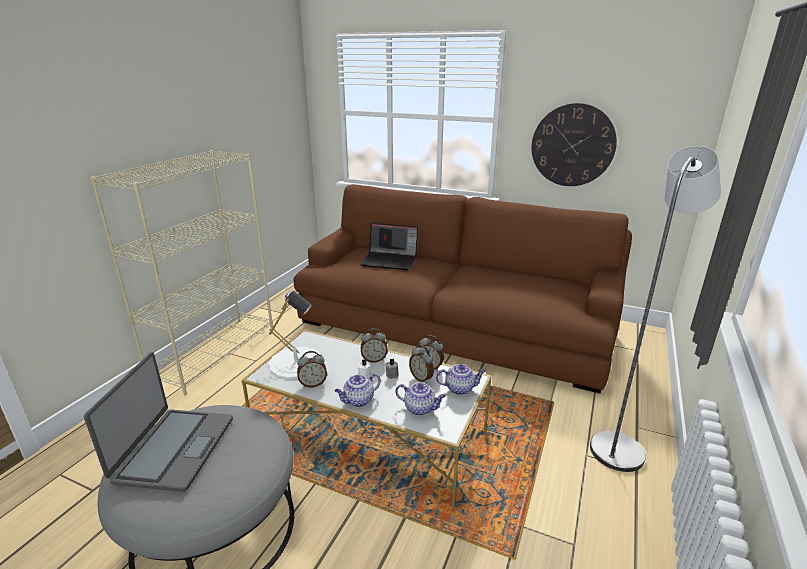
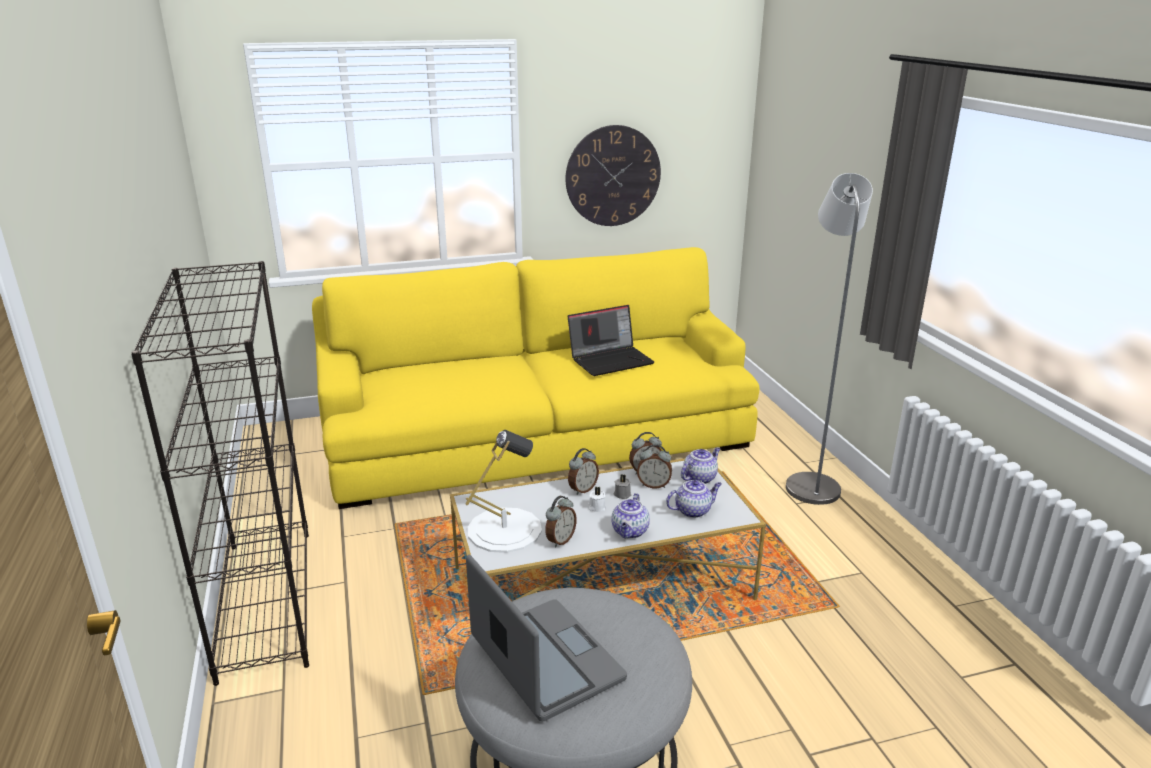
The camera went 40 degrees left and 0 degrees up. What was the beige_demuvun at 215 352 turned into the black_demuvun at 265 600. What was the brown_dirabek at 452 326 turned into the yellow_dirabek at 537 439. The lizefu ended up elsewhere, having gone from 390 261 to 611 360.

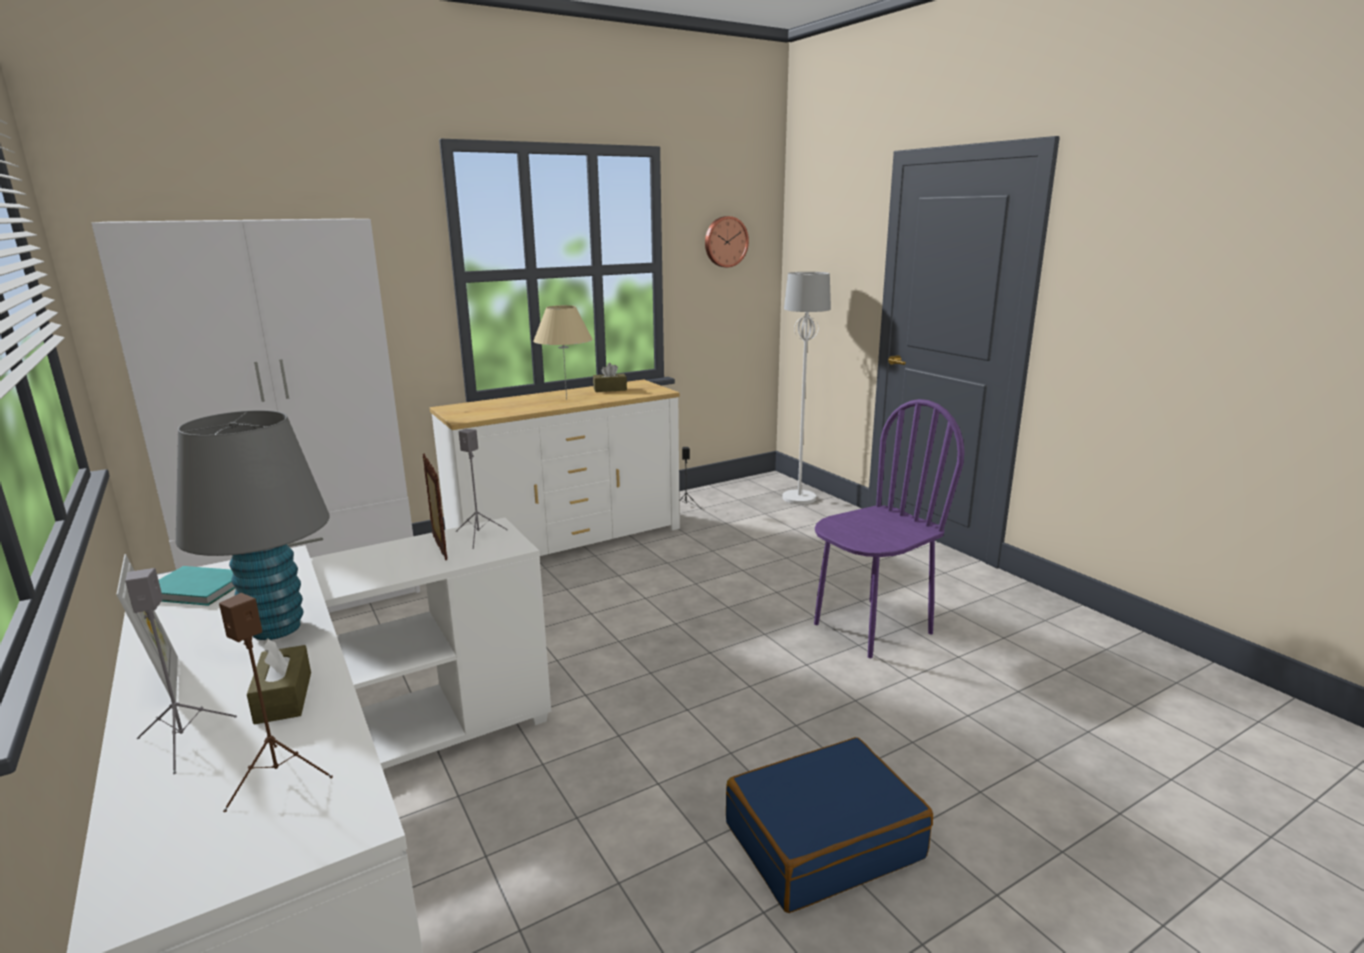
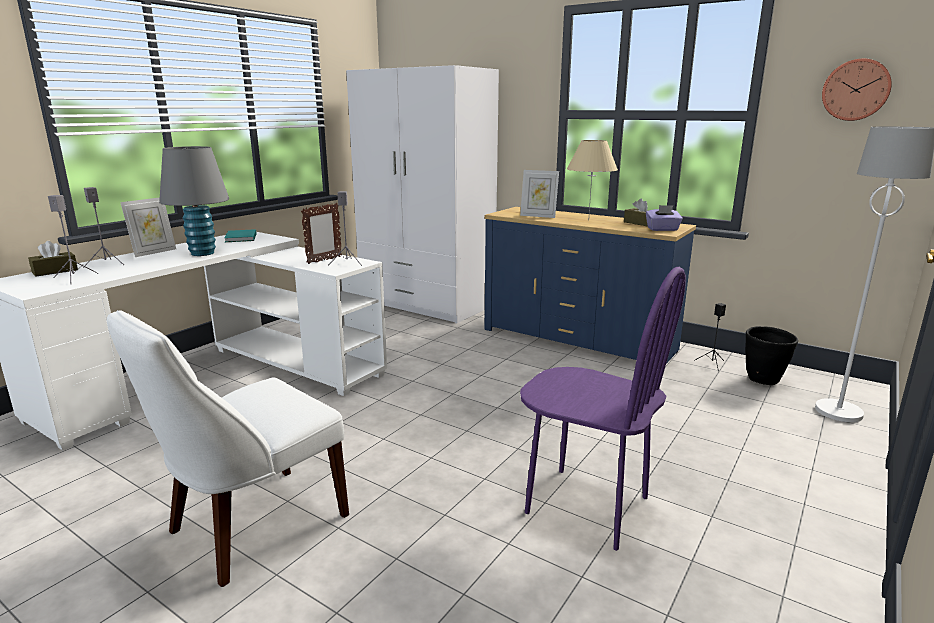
The camera went 65 degrees right and 0 degrees up. What was the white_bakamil at 567 540 turned into the blue_bakamil at 577 340. What was the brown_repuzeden at 277 776 turned into the grey_repuzeden at 75 278. The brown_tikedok ended up elsewhere, having gone from 283 697 to 55 271. Where the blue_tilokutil stood at 823 840, the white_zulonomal came to stand at 251 526. The second view gained the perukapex at 538 216. The second view gained the purple_tikedok at 662 229. The second view gained the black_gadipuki at 764 380.

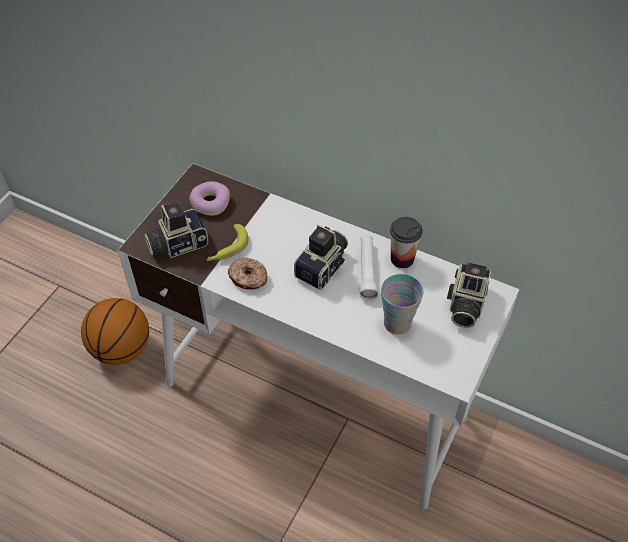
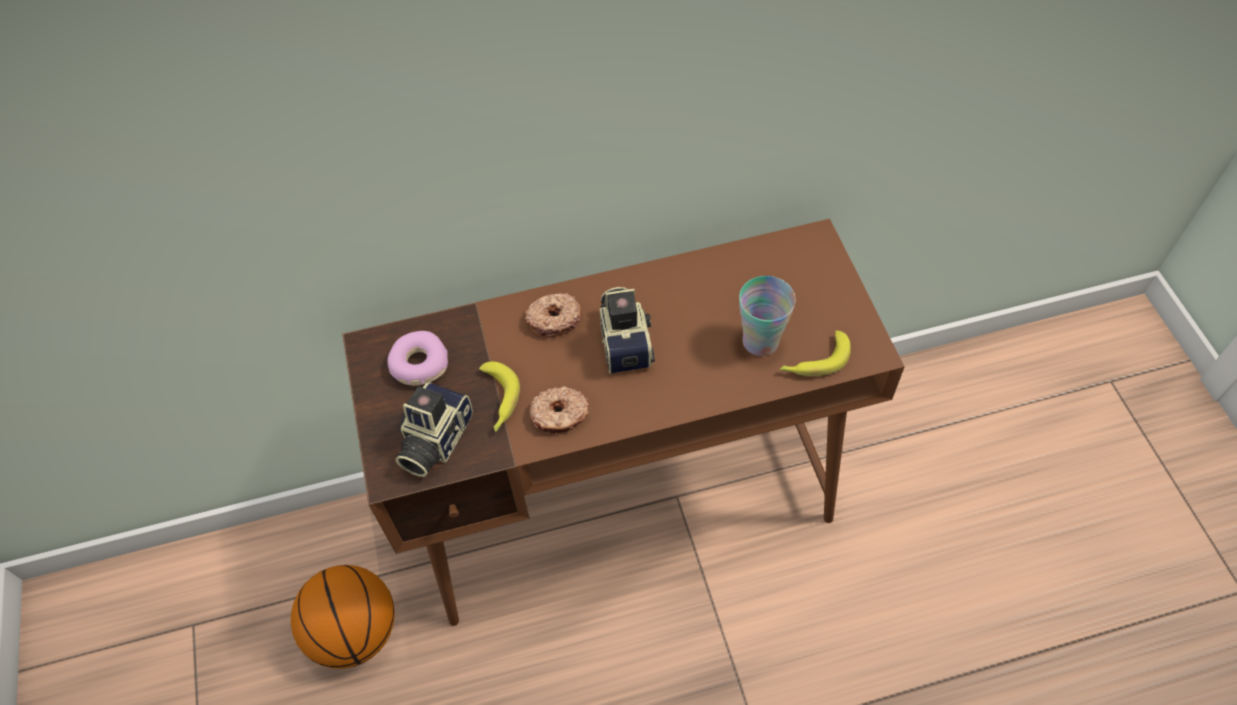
The camera went 40 degrees left and 5 degrees up. What was the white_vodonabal at 316 401 turned into the brown_vodonabal at 628 506. The second view lost the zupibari at 402 259. The second view lost the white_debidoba at 367 271. The second view lost the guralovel at 464 304. The second view gained the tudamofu at 554 319. The second view gained the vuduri at 814 361.

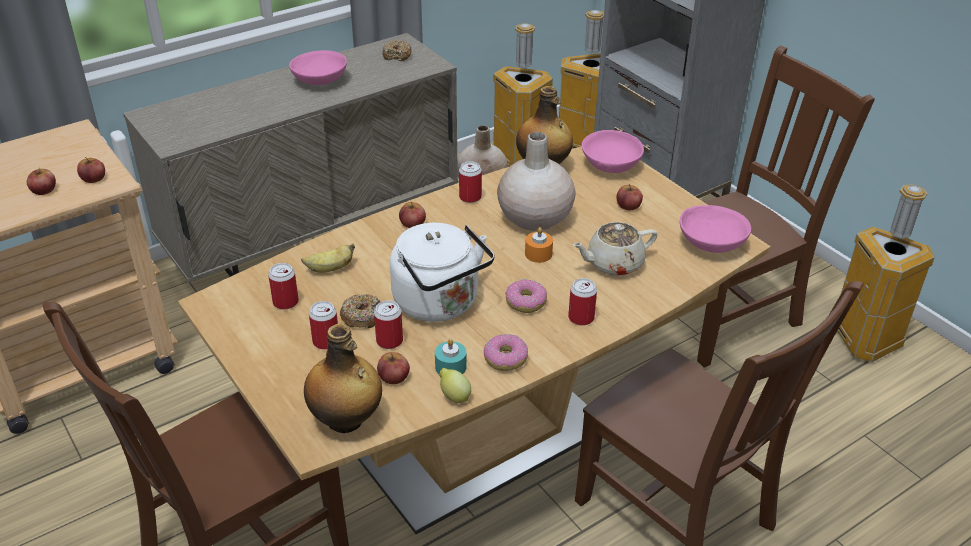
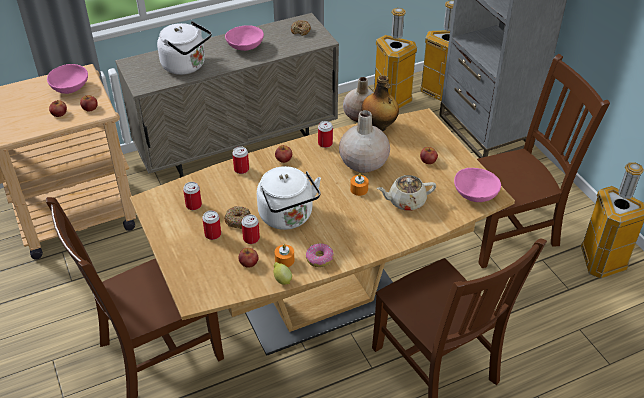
The camera went 10 degrees right and 5 degrees up. The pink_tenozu ended up elsewhere, having gone from 611 165 to 70 88. The second view lost the vuduri at 330 269. The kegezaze ended up elsewhere, having gone from 581 318 to 241 169. The second view lost the tudamofu at 525 302. The second view lost the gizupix at 346 421. What was the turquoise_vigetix at 450 367 turned into the orange_vigetix at 284 260. The second view gained the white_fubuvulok at 186 66.

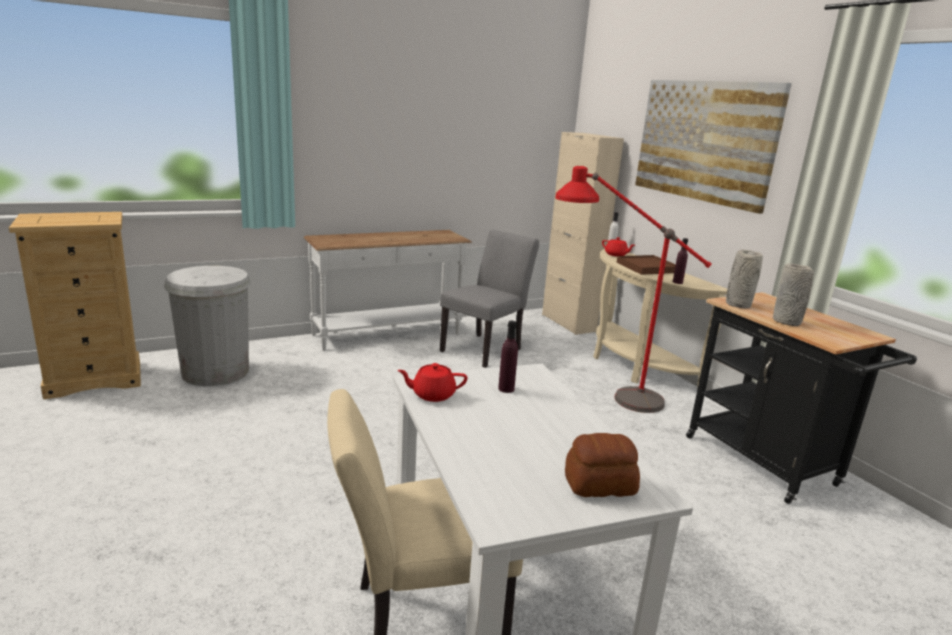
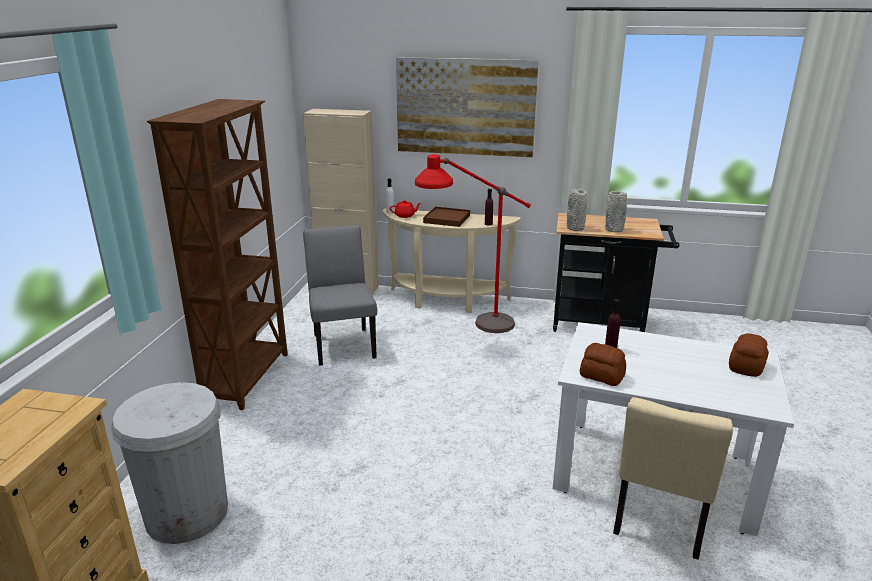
The camera went 50 degrees left and 5 degrees up. Where the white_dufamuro stood at 388 335, the brown_demuvun came to stand at 248 378. Where the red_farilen stood at 432 395, the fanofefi came to stand at 602 376.

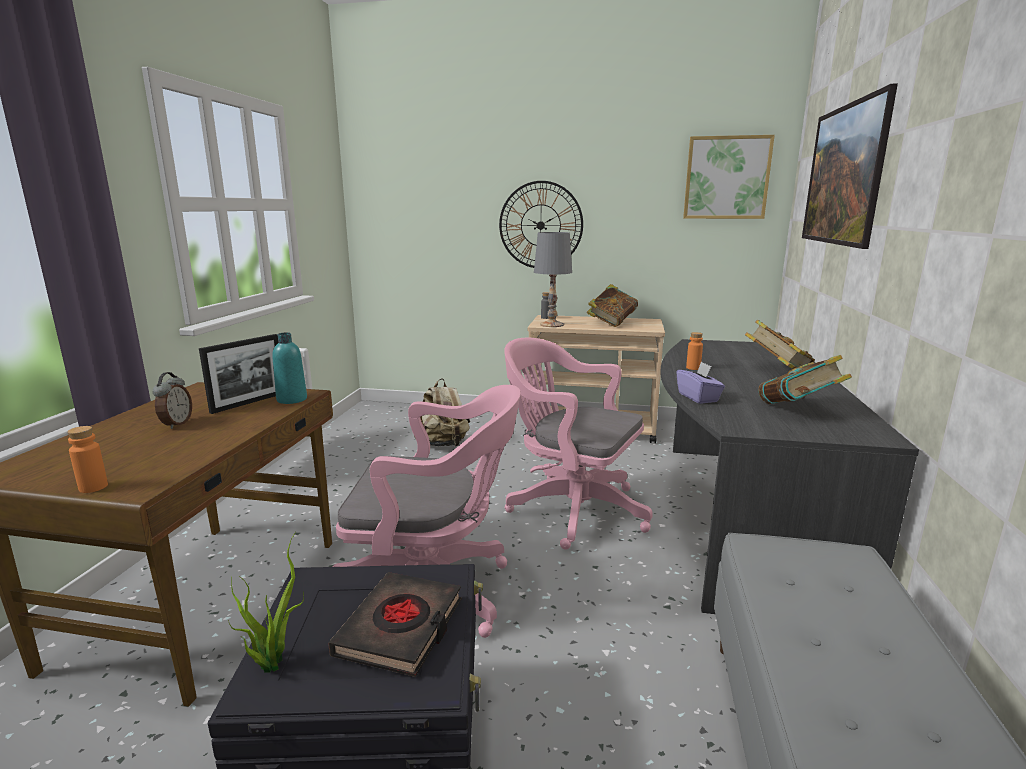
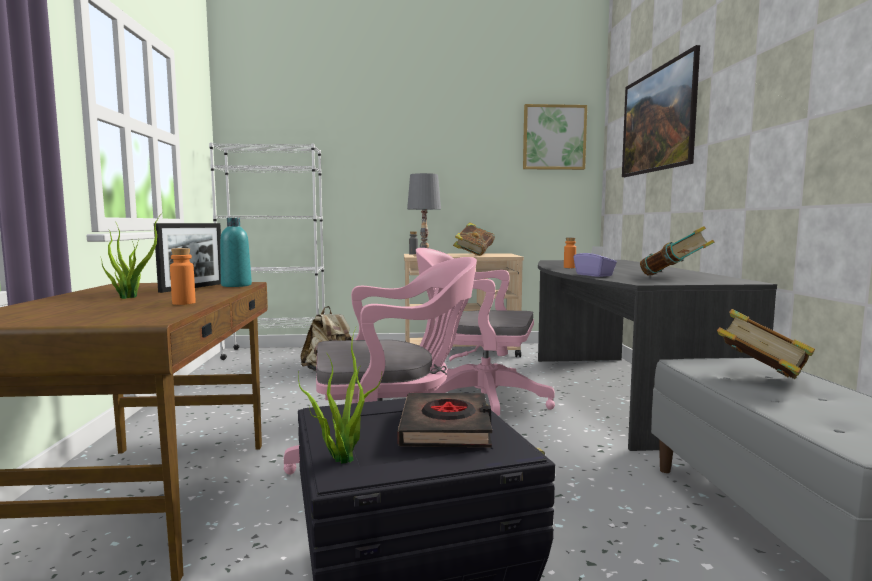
The camera went 15 degrees left and 10 degrees down. The second view lost the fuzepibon at 540 225. The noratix ended up elsewhere, having gone from 776 370 to 760 378. Where the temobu stood at 176 424, the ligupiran came to stand at 131 297. The orange_gizupix ended up elsewhere, having gone from 93 487 to 184 303. The second view gained the white_demuvun at 276 353.

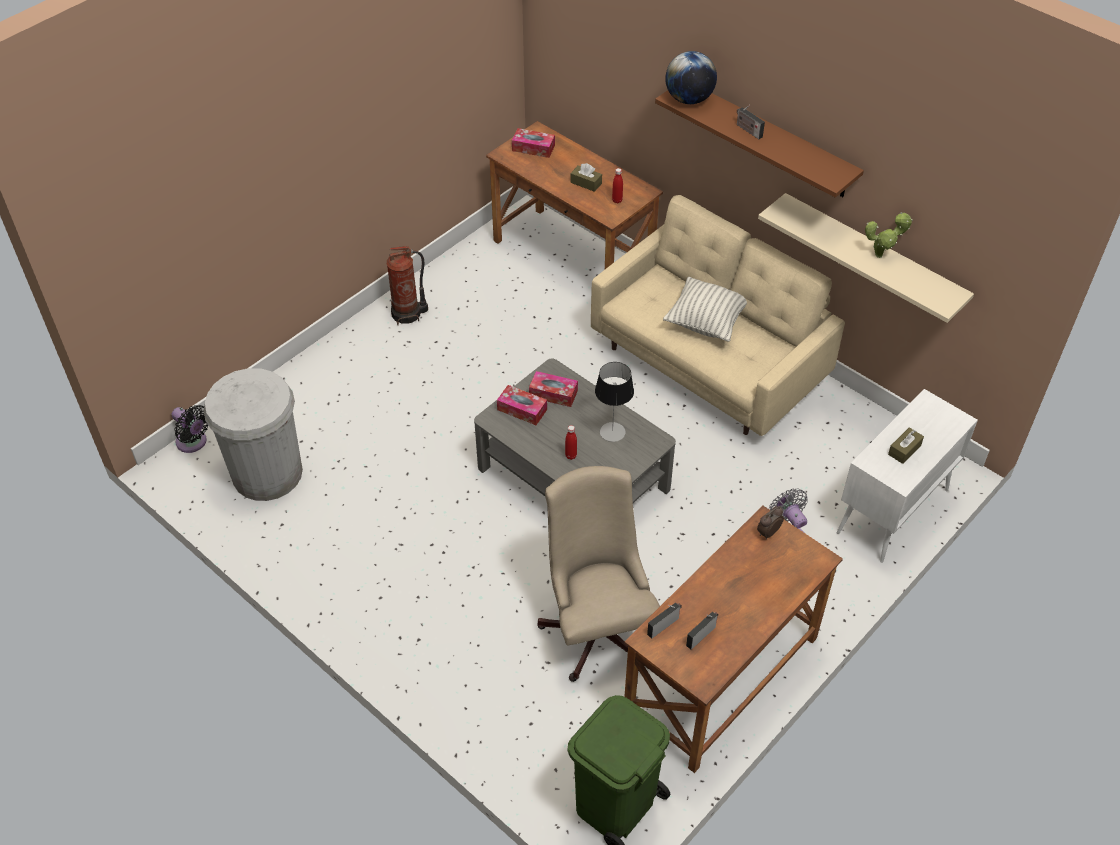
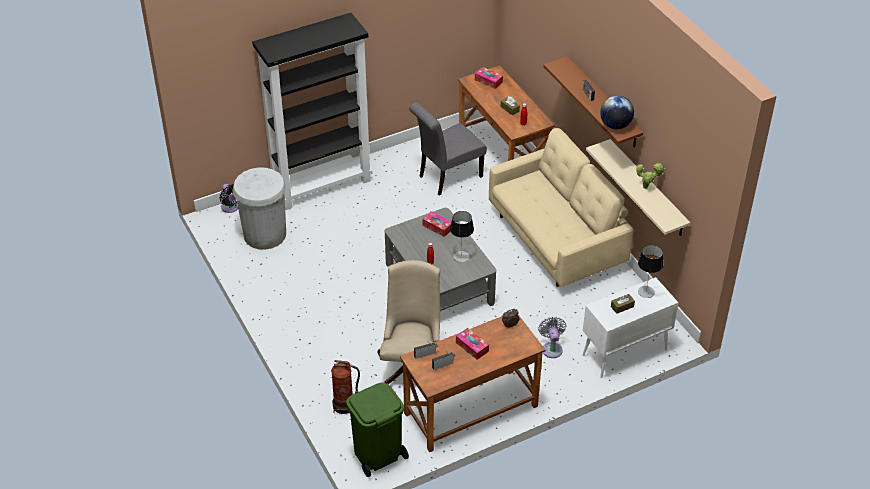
The camera went 20 degrees right and 5 degrees down. The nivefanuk ended up elsewhere, having gone from 689 99 to 615 125. The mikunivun ended up elsewhere, having gone from 408 314 to 345 406. The second view lost the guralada at 706 322. The tikedok ended up elsewhere, having gone from 522 410 to 472 347. The second view gained the black_demuvun at 322 185. The second view gained the grey_zulonomal at 447 177. The second view gained the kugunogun at 646 291.

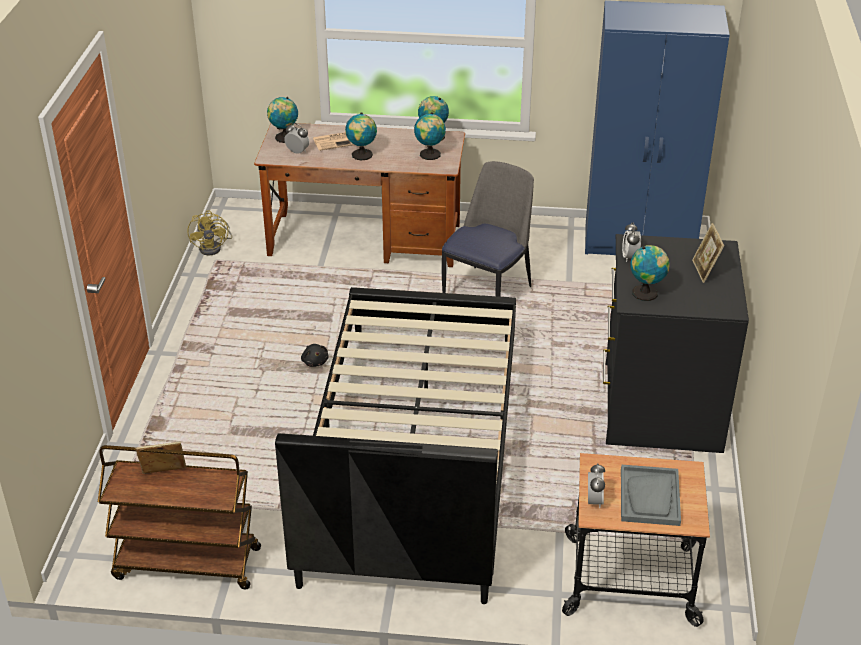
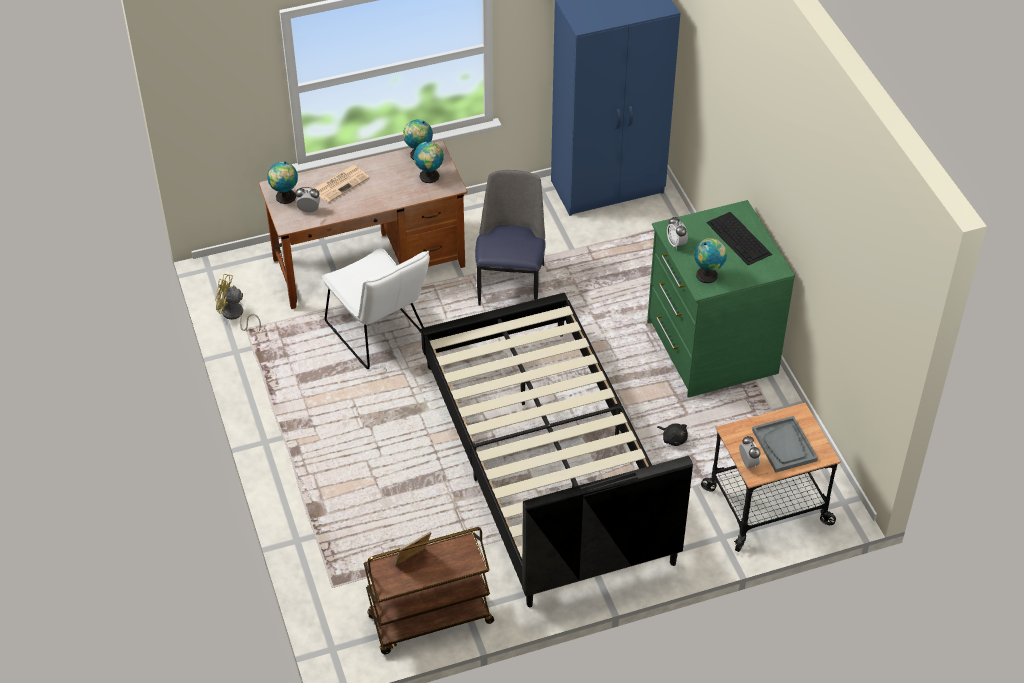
The camera went 25 degrees left and 10 degrees up. The second view lost the nivefanuk at 362 155. The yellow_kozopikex at 214 247 ended up facing another way, 135 degrees clockwise from before. Where the perukapex stood at 705 271, the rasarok came to stand at 739 238. What was the black_bakamil at 659 406 turned into the green_bakamil at 709 348. The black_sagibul ended up elsewhere, having gone from 315 361 to 673 439. The second view gained the white_zulonomal at 380 335.

